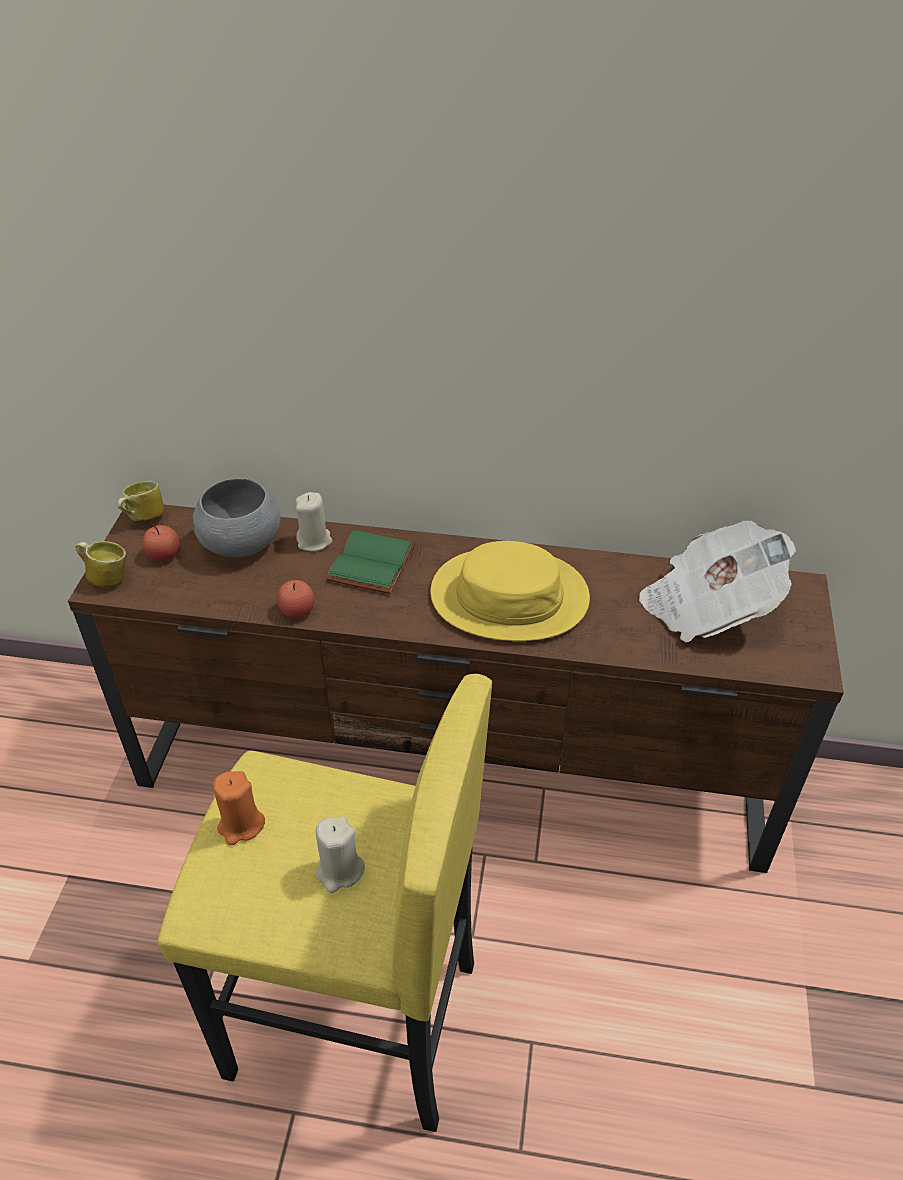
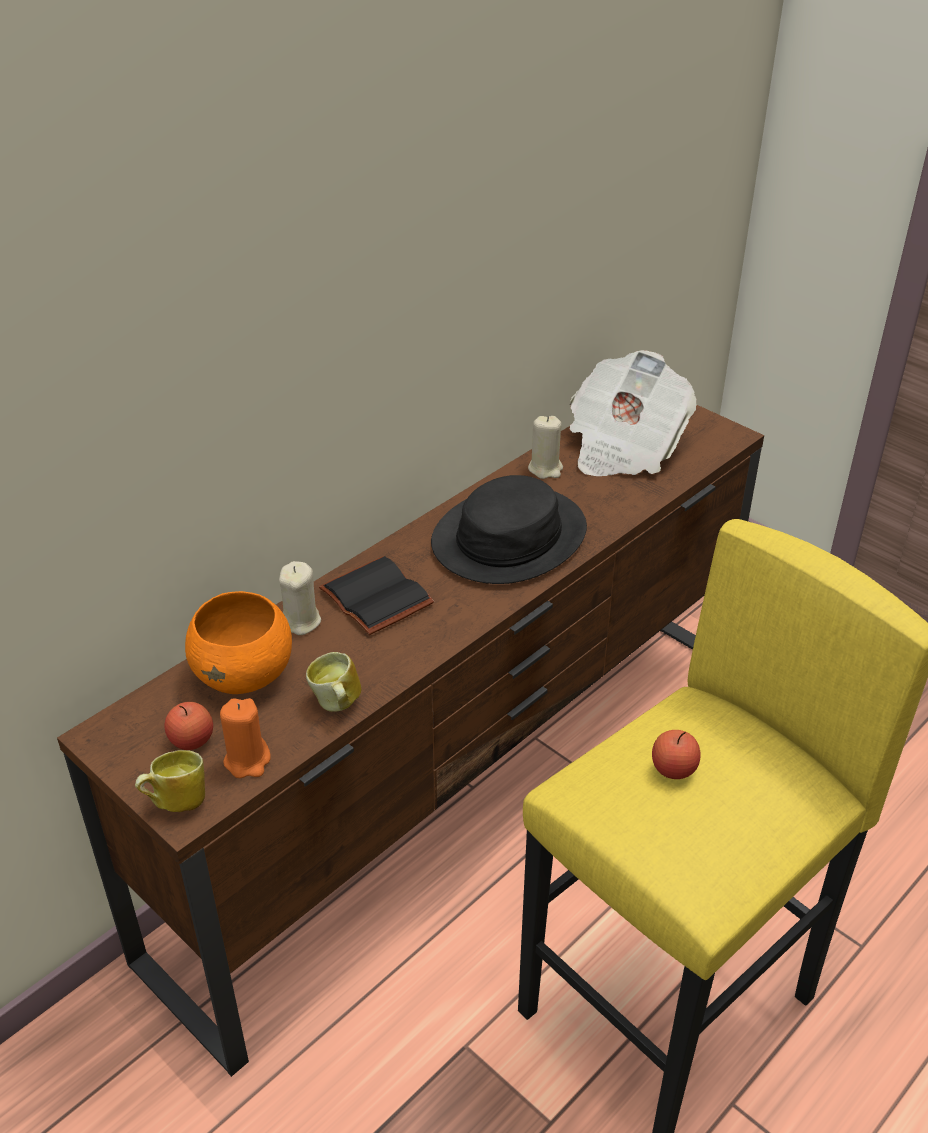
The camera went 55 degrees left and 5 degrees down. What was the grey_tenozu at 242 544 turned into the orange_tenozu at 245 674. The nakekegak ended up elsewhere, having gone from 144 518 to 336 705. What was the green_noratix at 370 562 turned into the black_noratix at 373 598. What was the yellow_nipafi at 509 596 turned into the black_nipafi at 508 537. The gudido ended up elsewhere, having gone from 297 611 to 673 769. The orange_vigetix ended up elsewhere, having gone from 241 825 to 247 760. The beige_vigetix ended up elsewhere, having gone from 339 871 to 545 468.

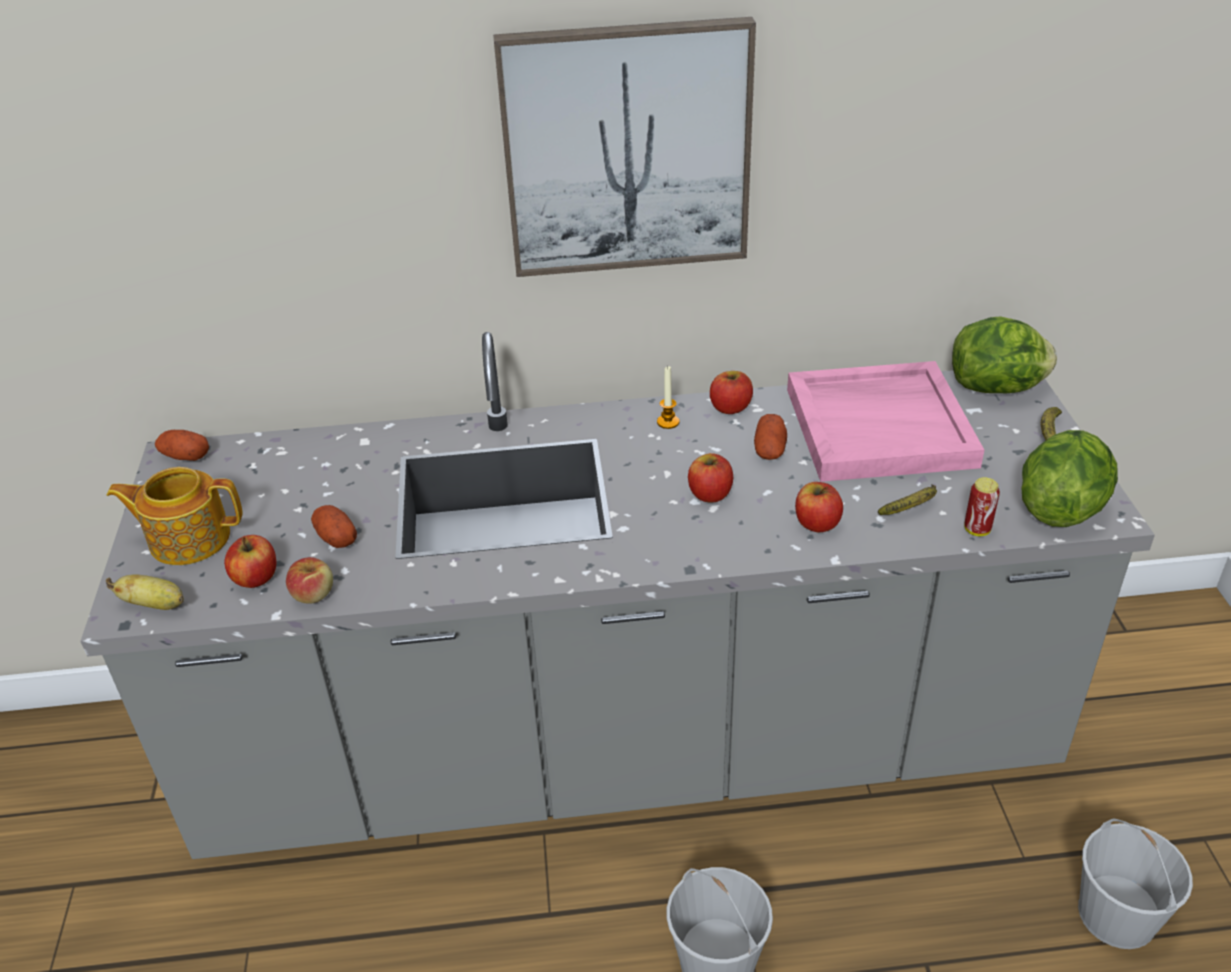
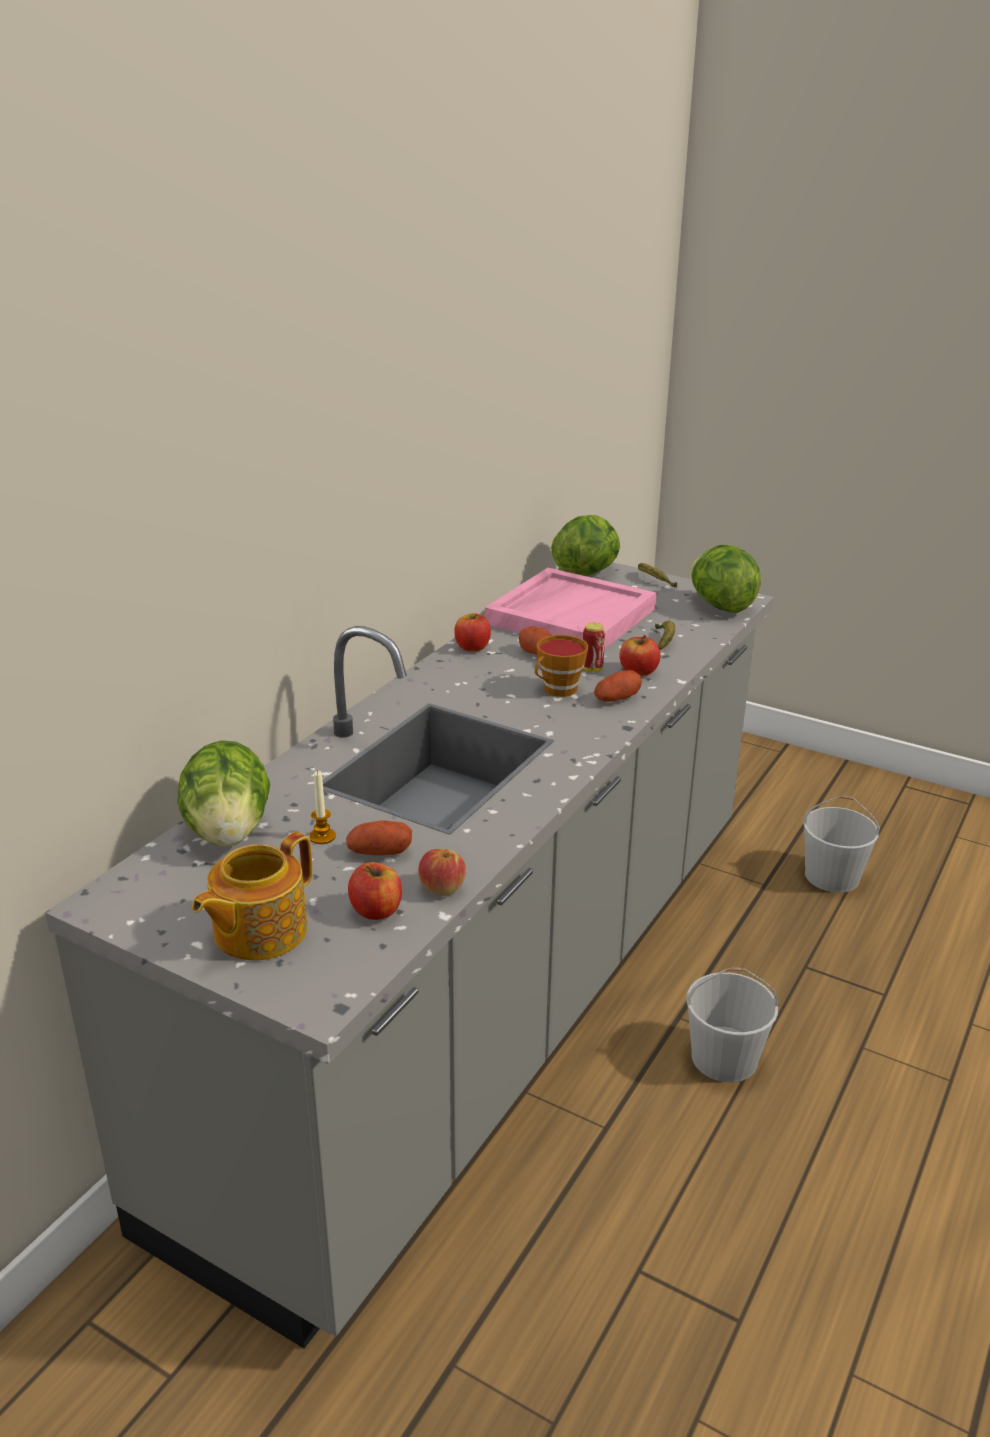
The camera went 55 degrees left and 10 degrees down. The second view lost the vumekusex at 627 149. The vigetix ended up elsewhere, having gone from 668 422 to 322 836. The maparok ended up elsewhere, having gone from 185 456 to 617 699. Where the gudido stood at 710 494, the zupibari came to stand at 557 690. The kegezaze ended up elsewhere, having gone from 977 530 to 592 668. The second view lost the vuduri at 155 605. The second view gained the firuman at 229 832.

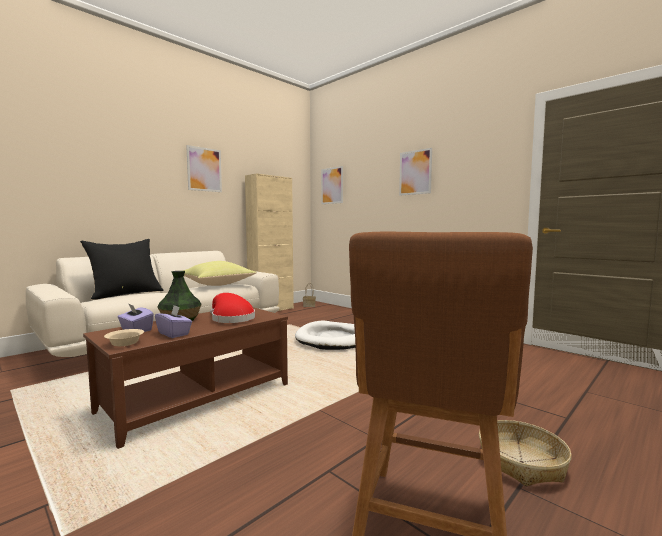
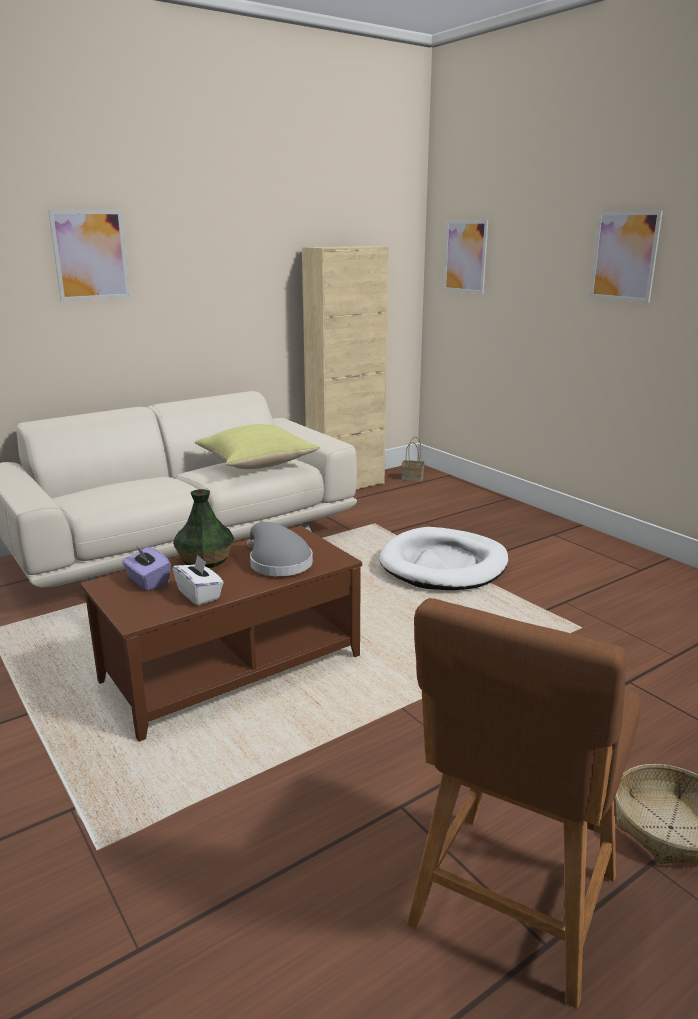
The camera went 10 degrees right and 15 degrees up. The vumekusex ended up elsewhere, having gone from 204 169 to 90 255. The second view lost the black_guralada at 126 294. What was the red_nipafi at 231 319 turned into the grey_nipafi at 277 563. What was the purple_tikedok at 174 334 turned into the white_tikedok at 199 595. The second view lost the beige_tenozu at 124 343.

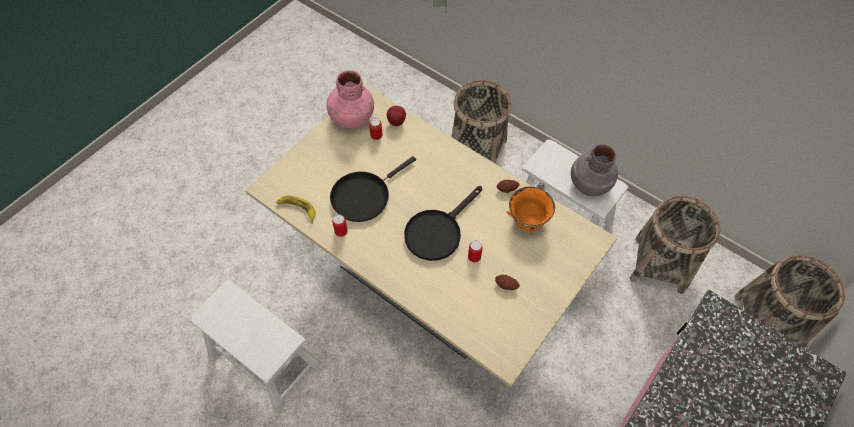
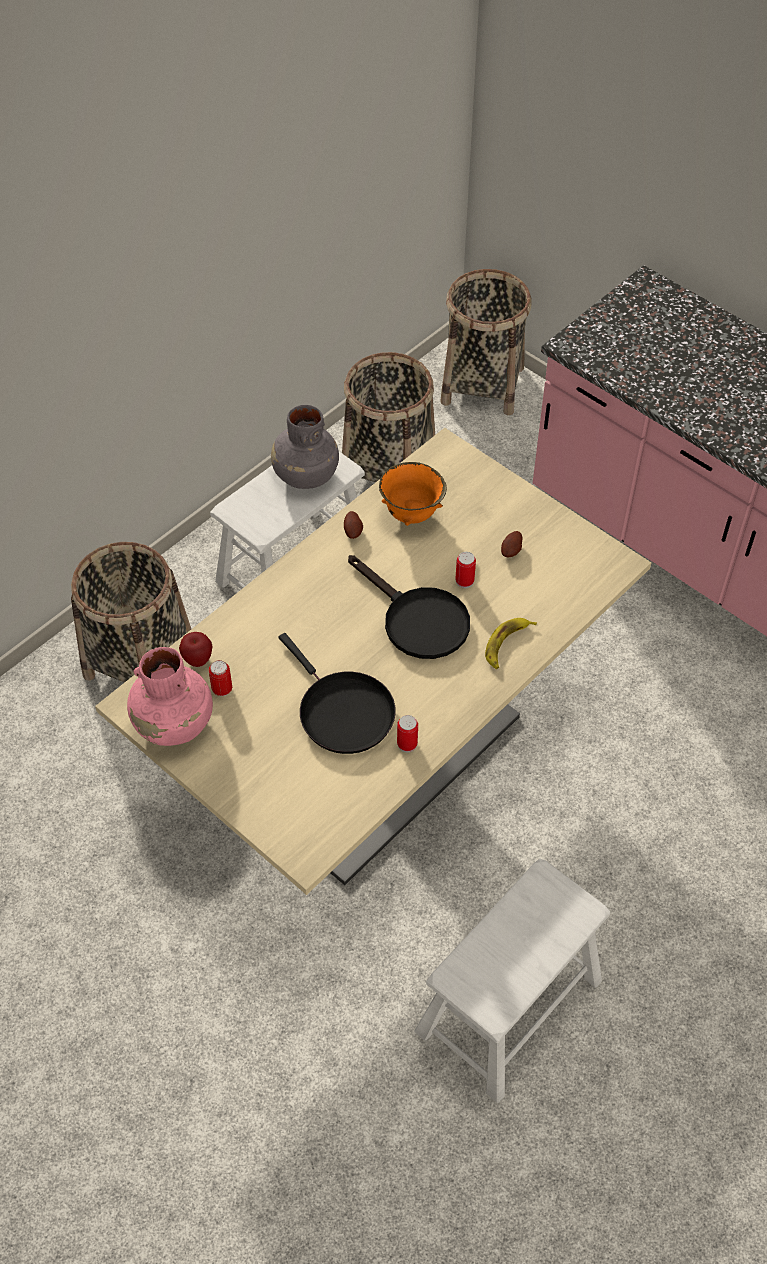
The camera went 85 degrees left and 5 degrees down. The vuduri ended up elsewhere, having gone from 297 209 to 507 644.

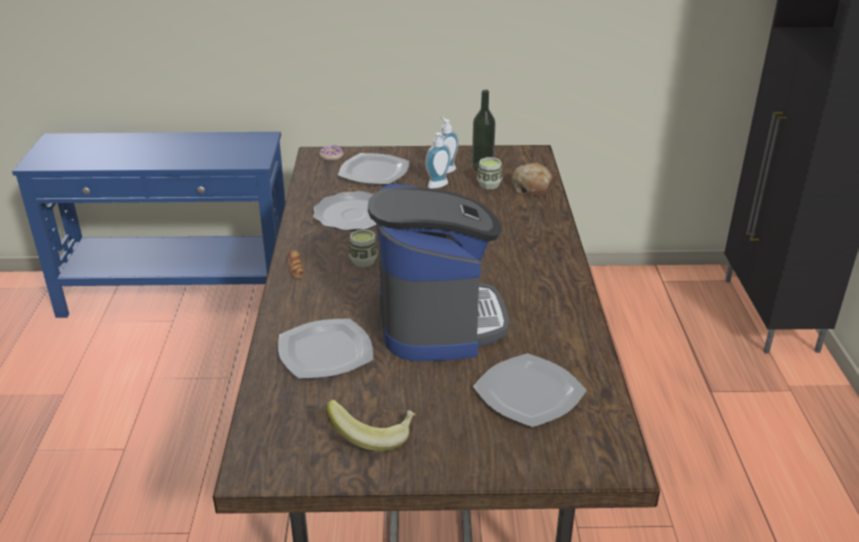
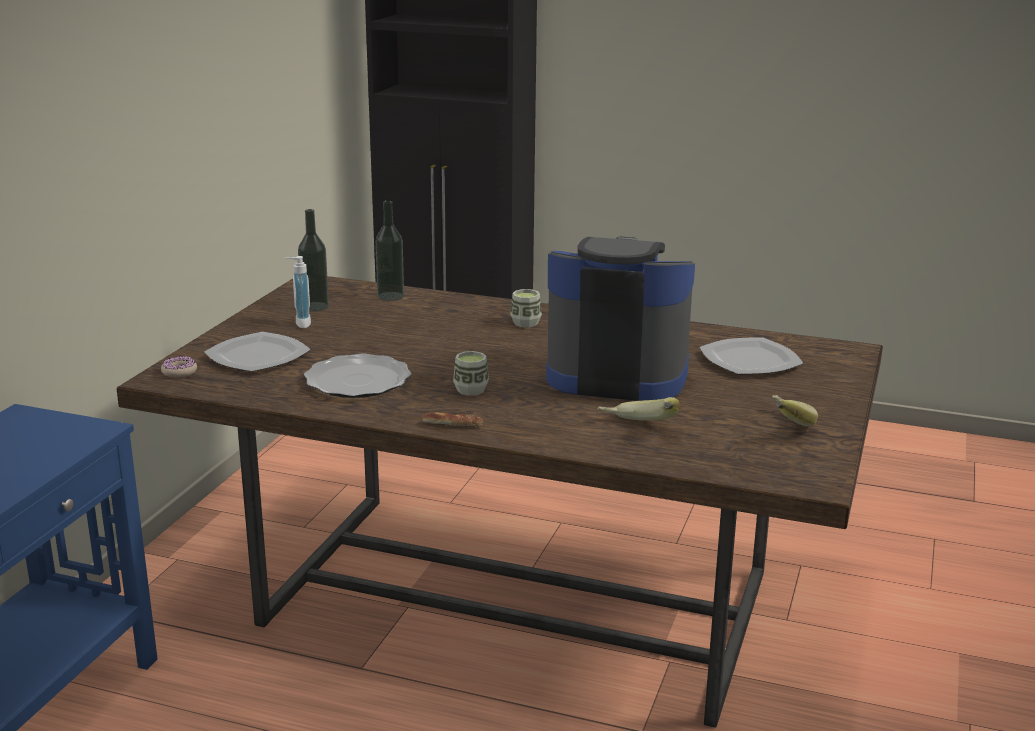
The camera went 70 degrees left and 10 degrees down. The second view lost the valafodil at 439 186. The zupibari ended up elsewhere, having gone from 489 185 to 525 323. Where the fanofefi stood at 532 187, the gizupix came to stand at 390 296. Where the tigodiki stood at 326 351, the vuduri came to stand at 637 429.

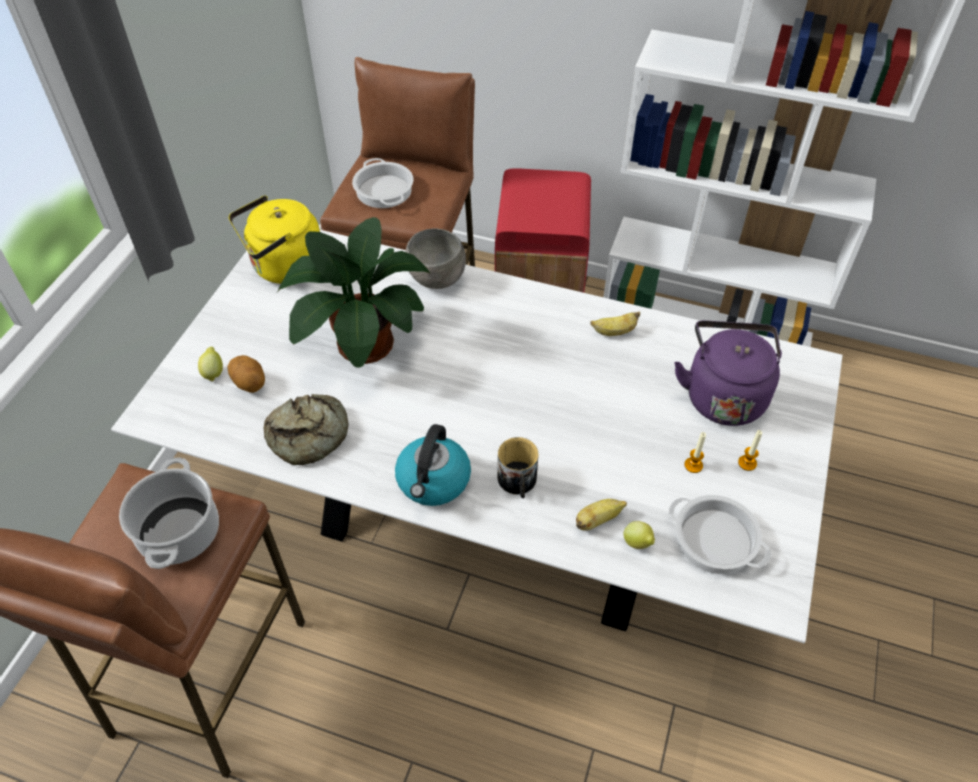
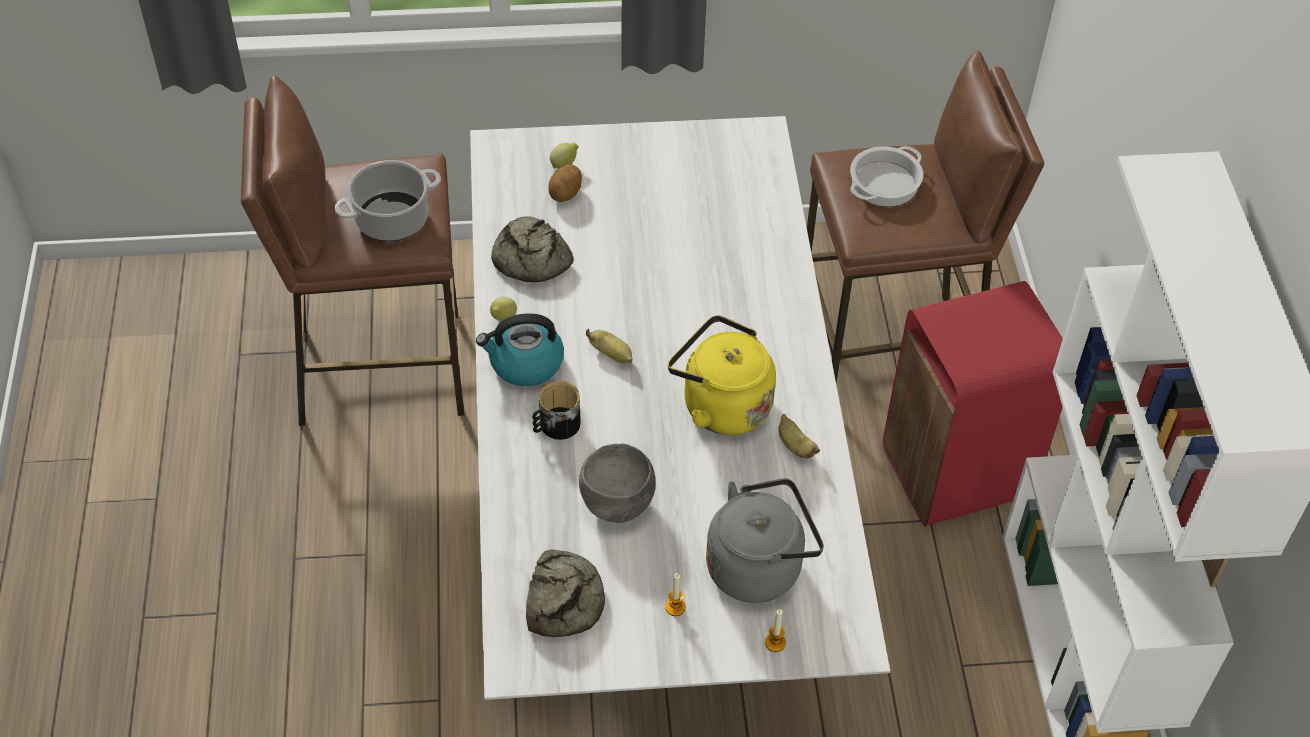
The camera went 65 degrees right and 0 degrees up. The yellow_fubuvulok ended up elsewhere, having gone from 284 268 to 721 405. The second view lost the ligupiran at 360 344. The grey_tenozu ended up elsewhere, having gone from 437 280 to 616 504. What was the purple_fubuvulok at 723 395 turned into the grey_fubuvulok at 759 566. The vigetix ended up elsewhere, having gone from 693 465 to 775 643. Where the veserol stood at 714 540, the fanofefi came to stand at 564 599. The vuduri ended up elsewhere, having gone from 598 520 to 612 355. The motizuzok ended up elsewhere, having gone from 638 543 to 503 319.

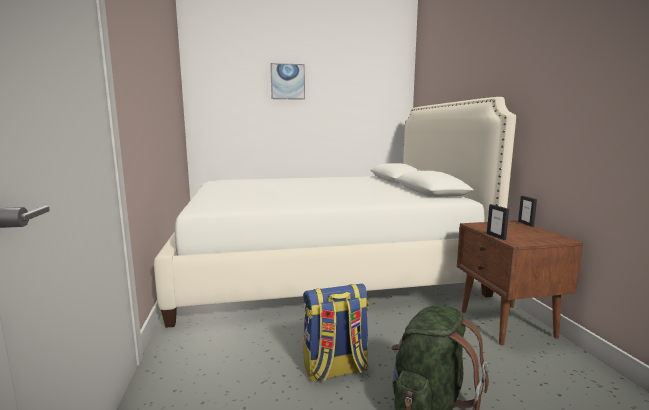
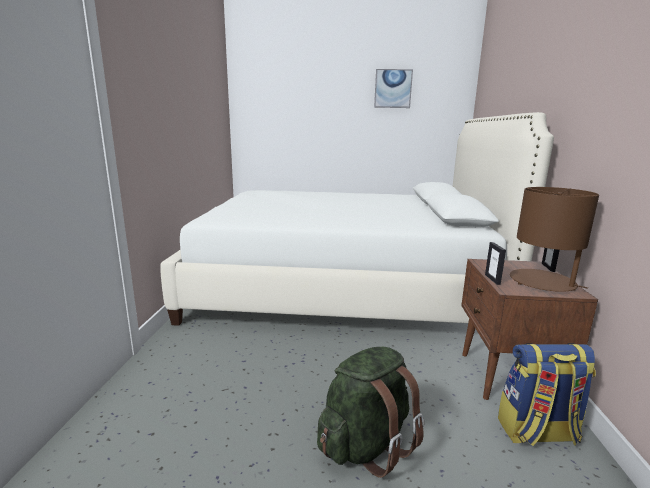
The camera went 15 degrees right and 5 degrees up. The vumekusex ended up elsewhere, having gone from 287 81 to 393 88. The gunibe ended up elsewhere, having gone from 335 369 to 537 432. The second view gained the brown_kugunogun at 543 282.

